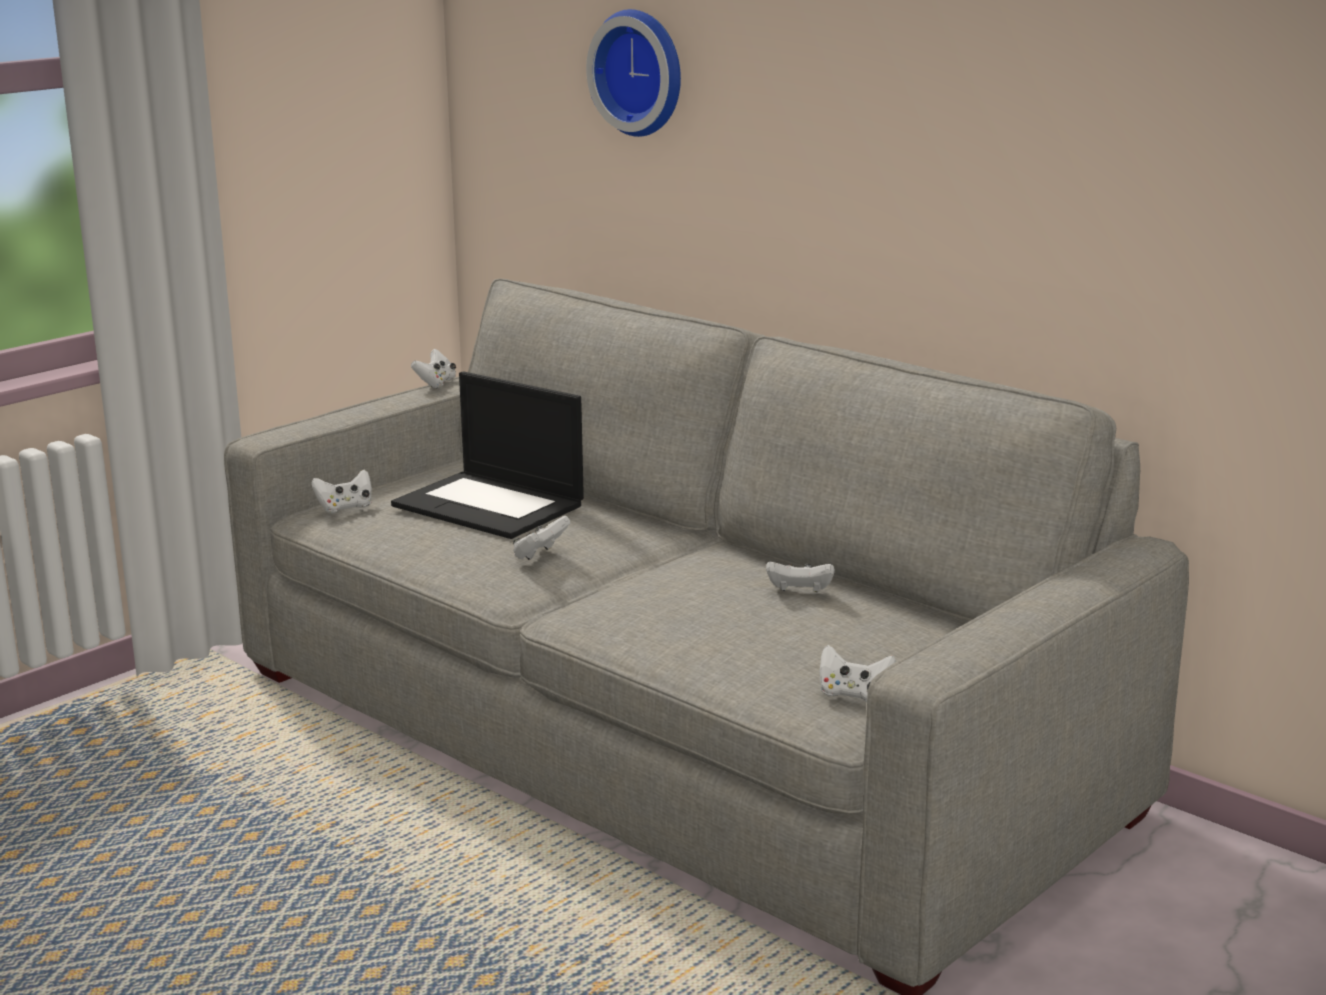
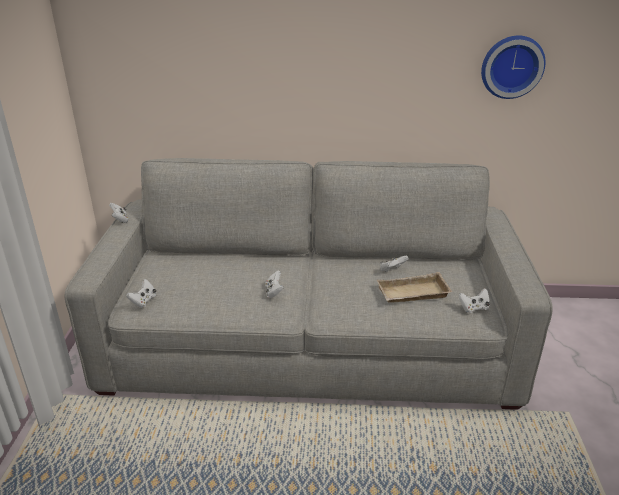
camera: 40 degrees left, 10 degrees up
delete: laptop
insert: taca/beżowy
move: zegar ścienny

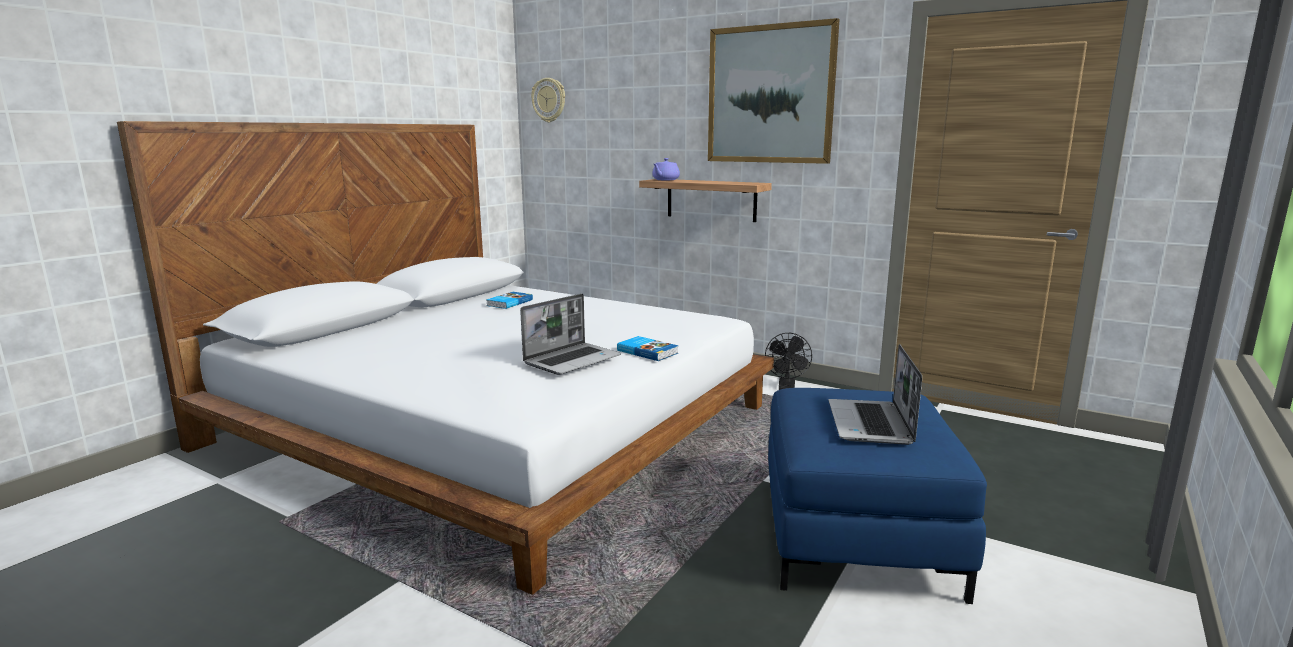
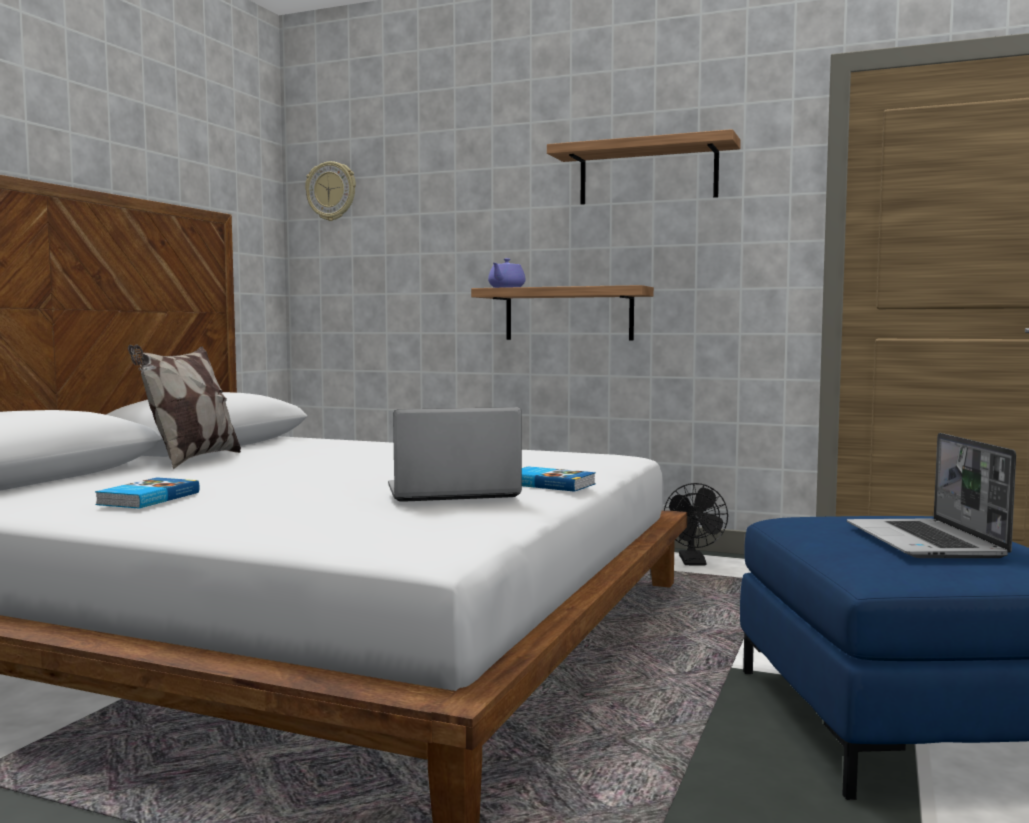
camera: 10 degrees left, 10 degrees down
insert: poduszka
move: książka (1st from left)
replace: obraz to półka (2nd from left)
rotate: laptop (1st from left) 135 degrees counterclockwise

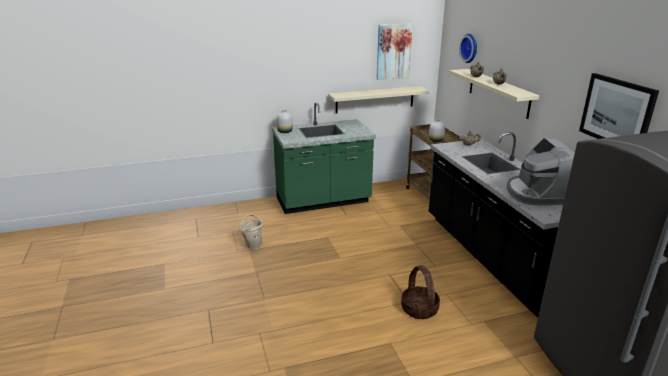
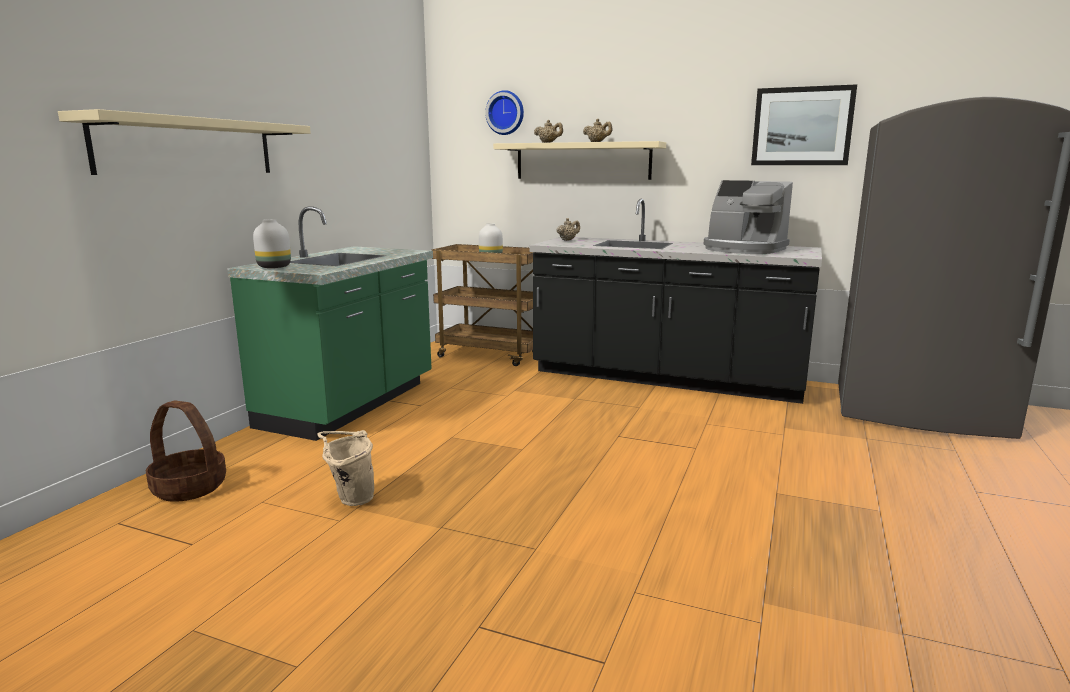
camera: 50 degrees left, 10 degrees down
delete: obraz (1st from left)
move: półka/beżowy (1st from left); koszyk

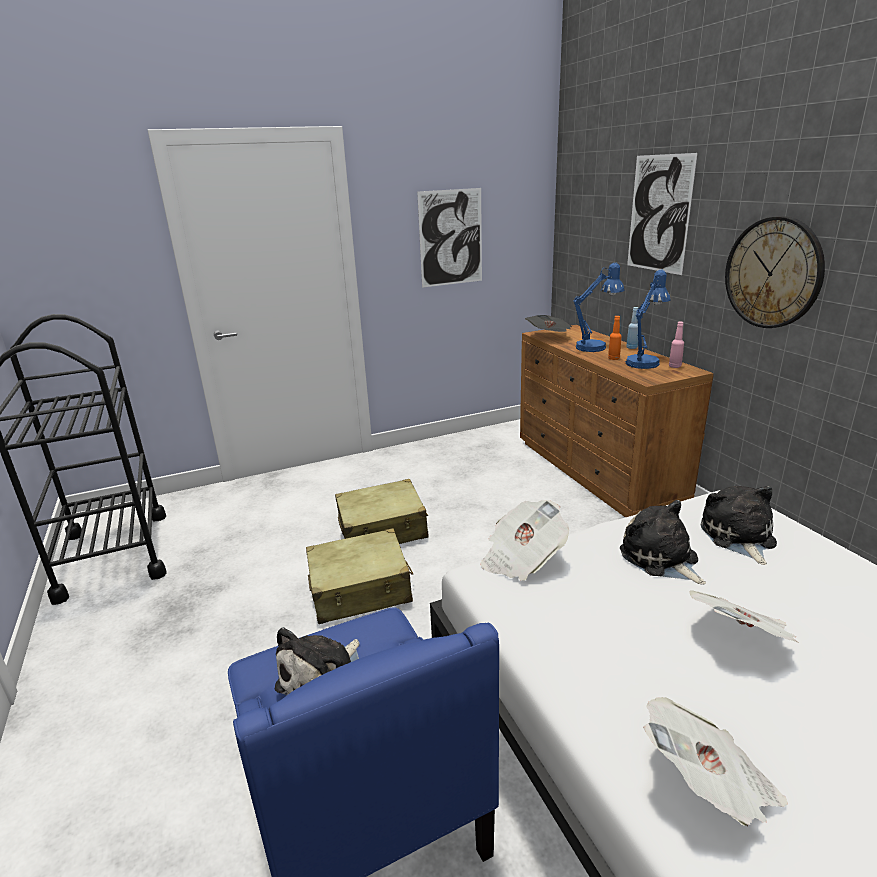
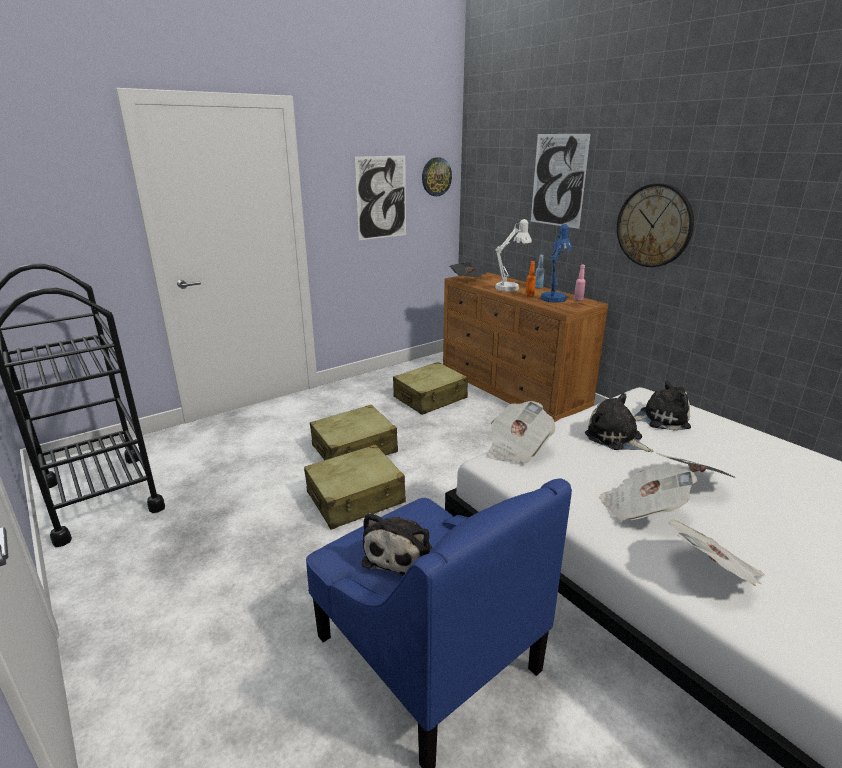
camera: 15 degrees left, 0 degrees up
insert: walizka/beżowy (3rd from left); zegar ścienny (1st from left); gazeta (3rd from left)
recolor: lampa stołowa/niebieski (1st from left) to lampa stołowa/biały
rotate: pluszak (3rd from left) 105 degrees clockwise

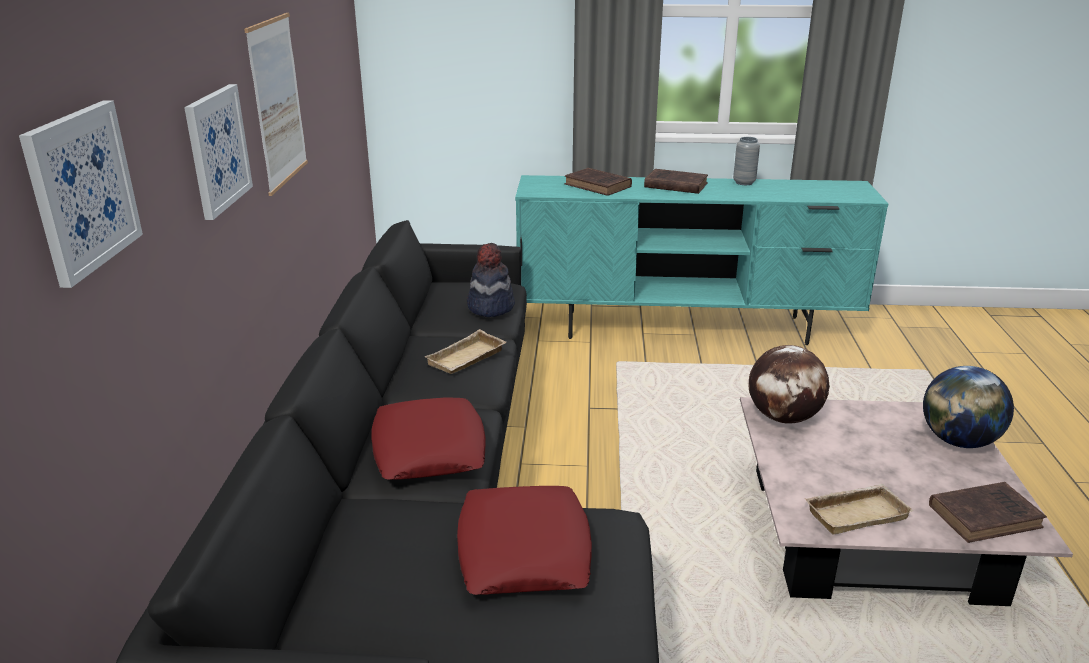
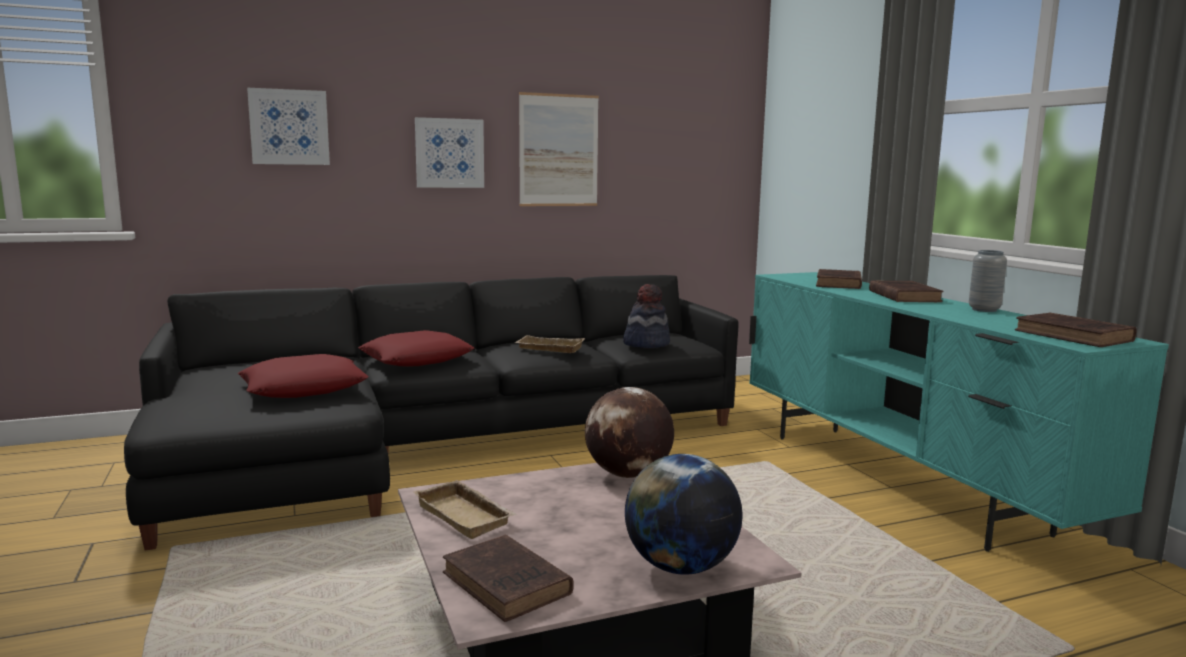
camera: 65 degrees right, 15 degrees down
insert: książka/brązowy (4th from left)

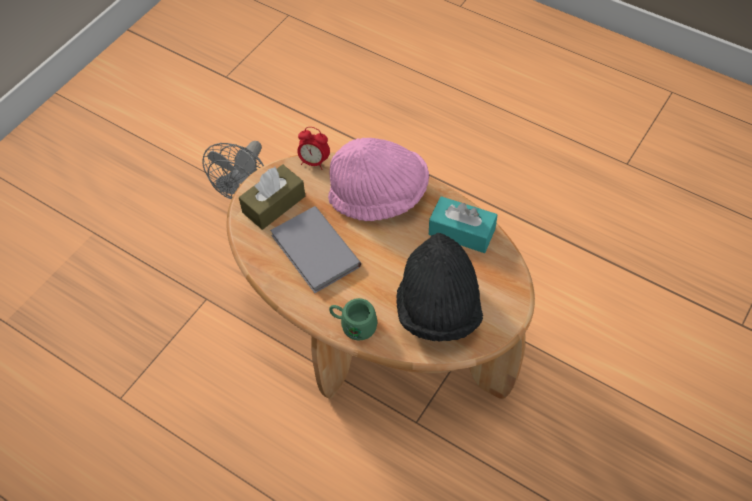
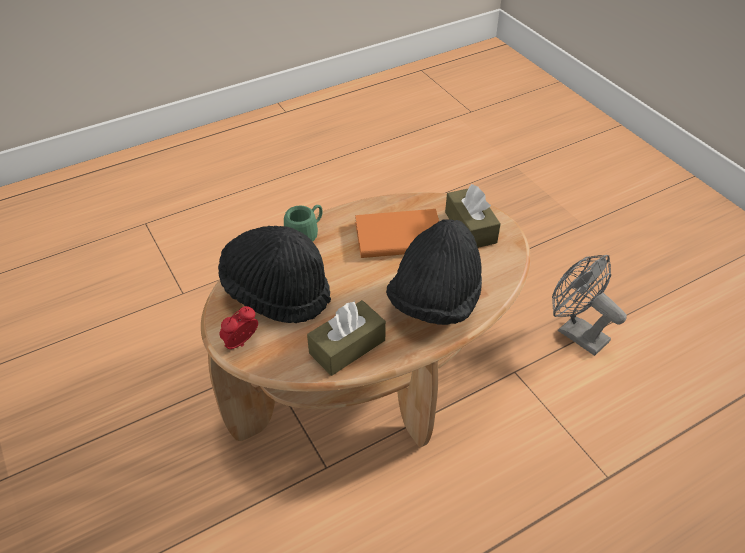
camera: 115 degrees right, 10 degrees down
move: budzik
recolor: książka/szary to książka/pomarańczowy; kapelusz/różowy to kapelusz/czarny (2nd from left); pudełko chusteczek/turkusowy to pudełko chusteczek/brązowy (1st from left)

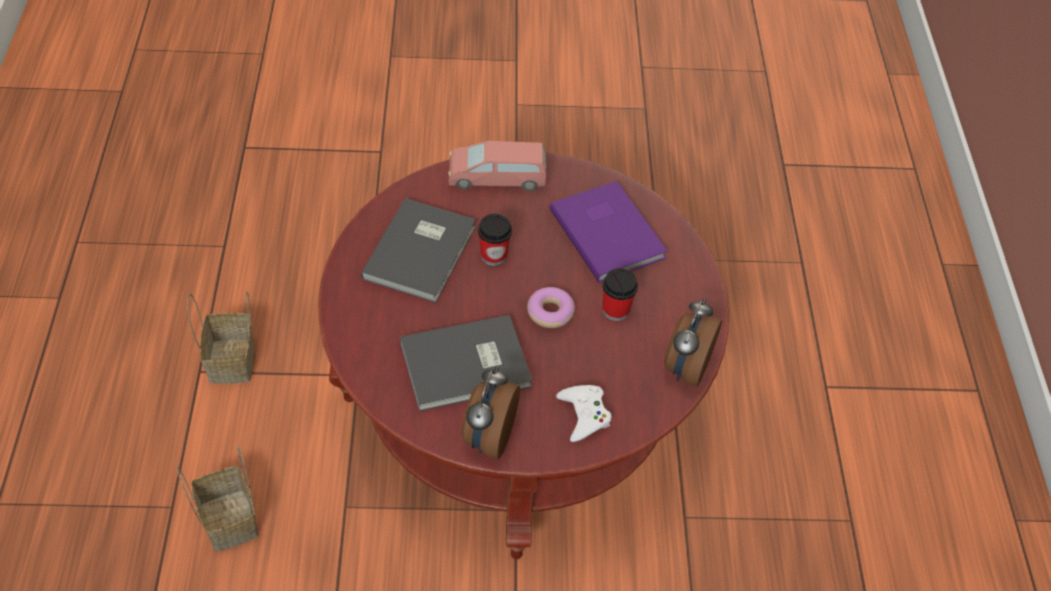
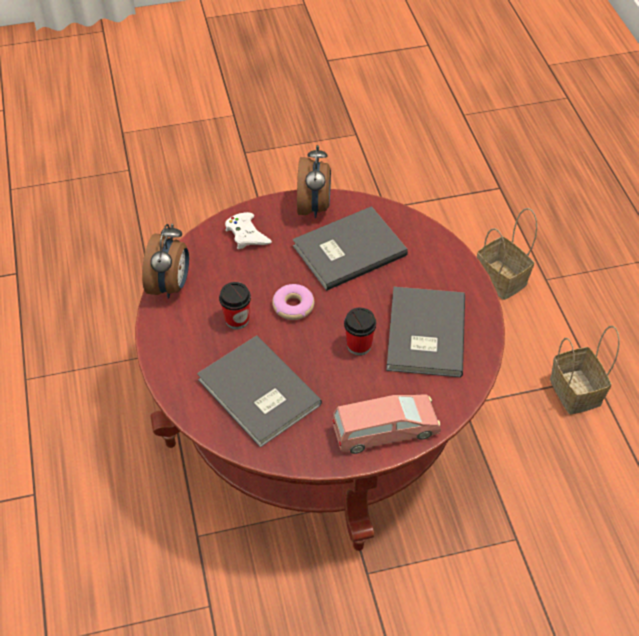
camera: 170 degrees right, 0 degrees up
recolor: książka/fioletowy to książka/szary (1st from left)

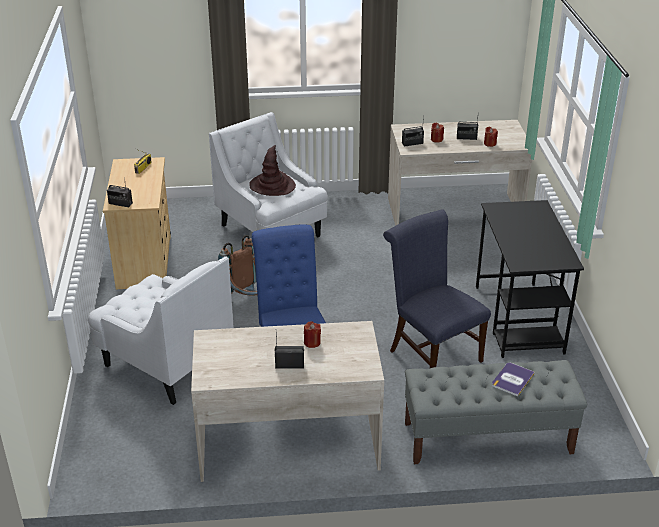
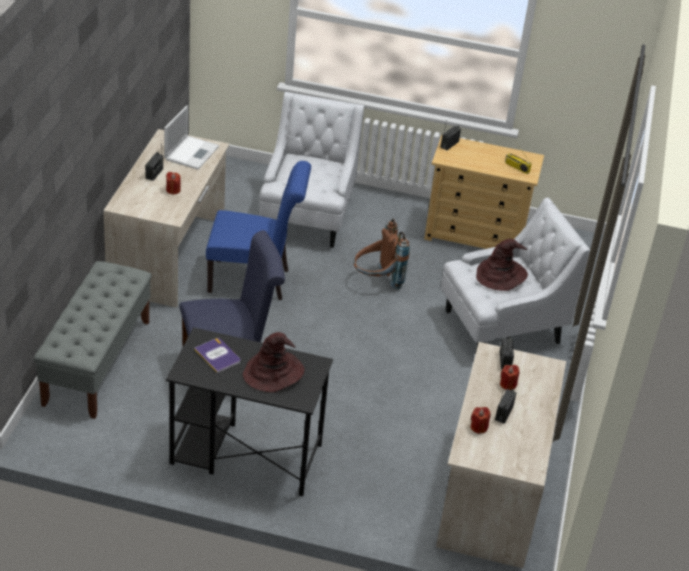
camera: 105 degrees right, 5 degrees up
insert: laptop; kapelusz/brązowy (1st from left)
move: książka
rotate: fotel/biały (1st from left) 135 degrees clockwise

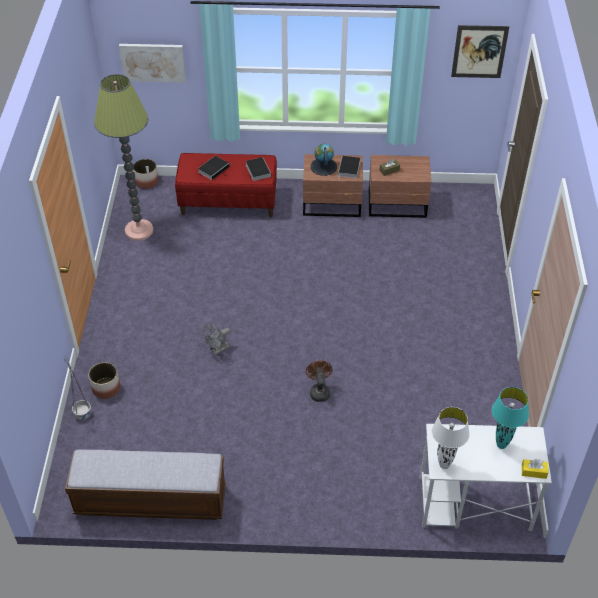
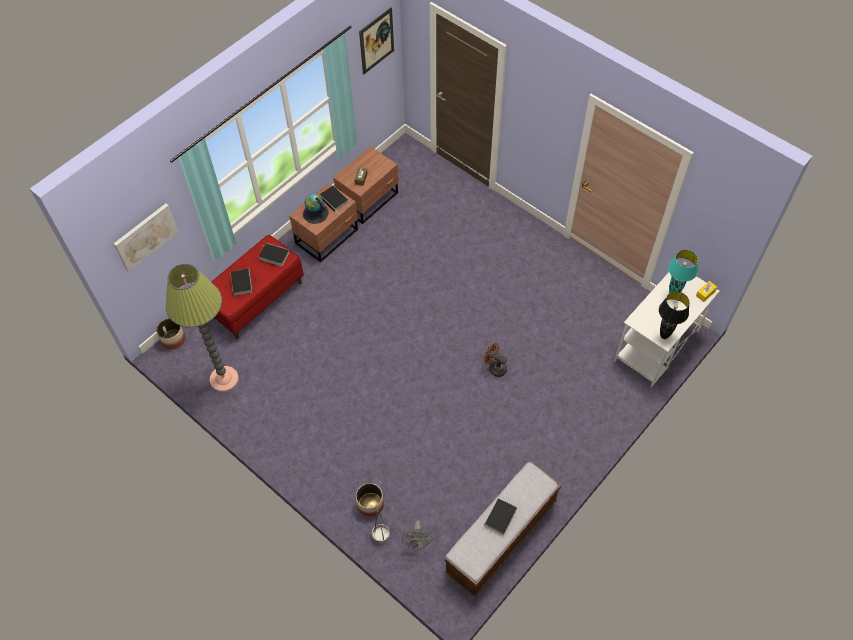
camera: 50 degrees left, 10 degrees up
insert: książka (4th from left)
move: wentylator/szary
recolor: lampa stołowa/biały to lampa stołowa/czarny

